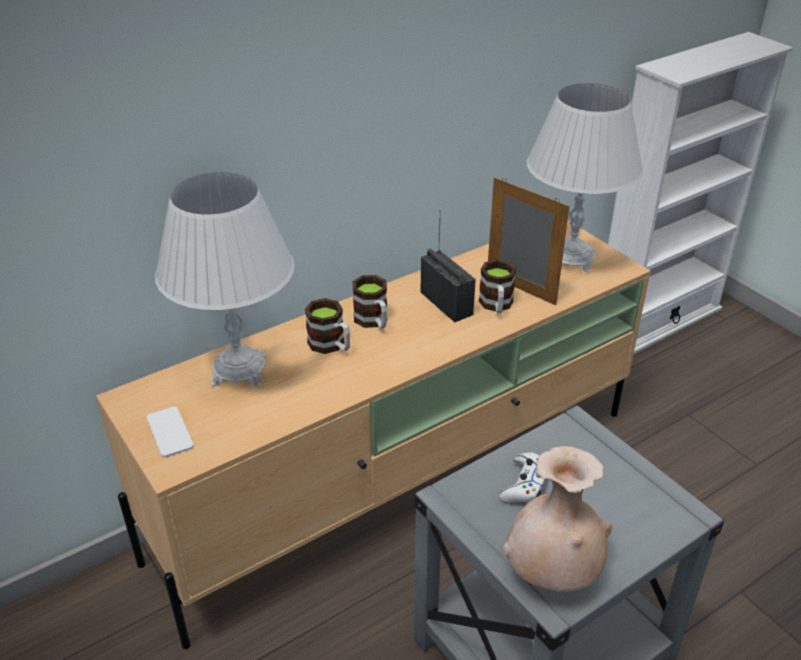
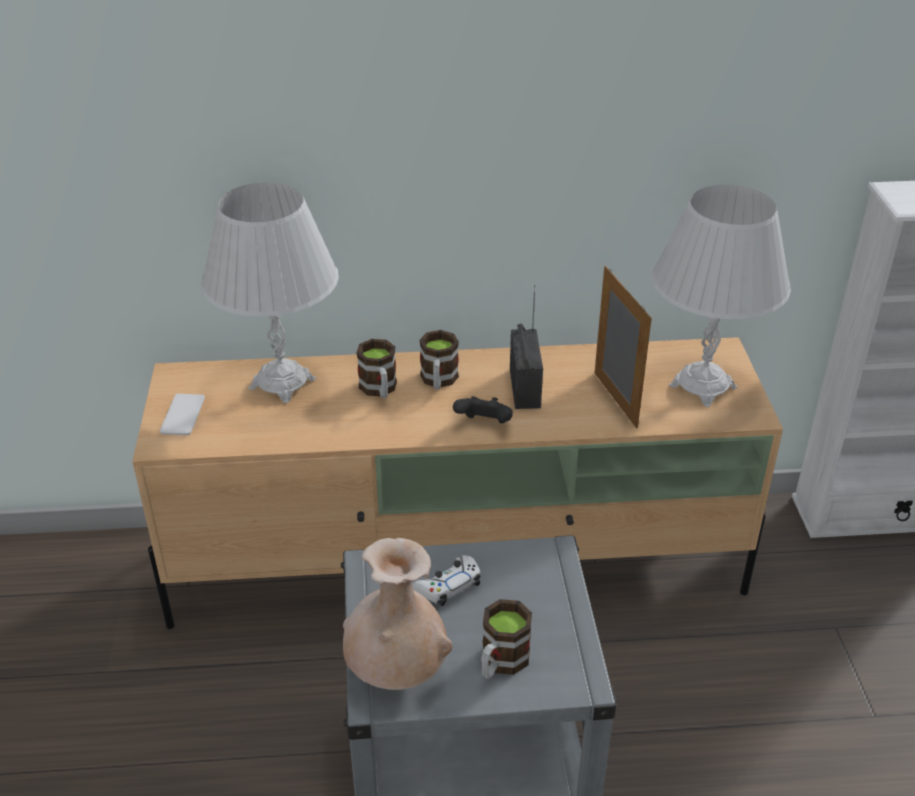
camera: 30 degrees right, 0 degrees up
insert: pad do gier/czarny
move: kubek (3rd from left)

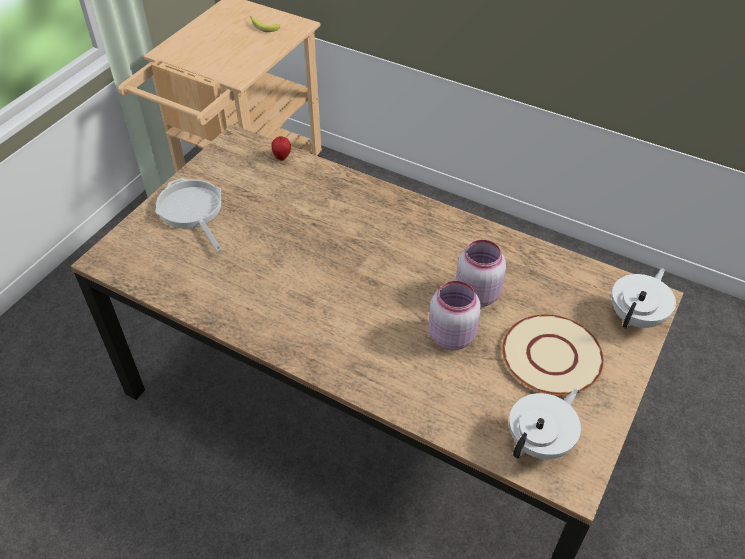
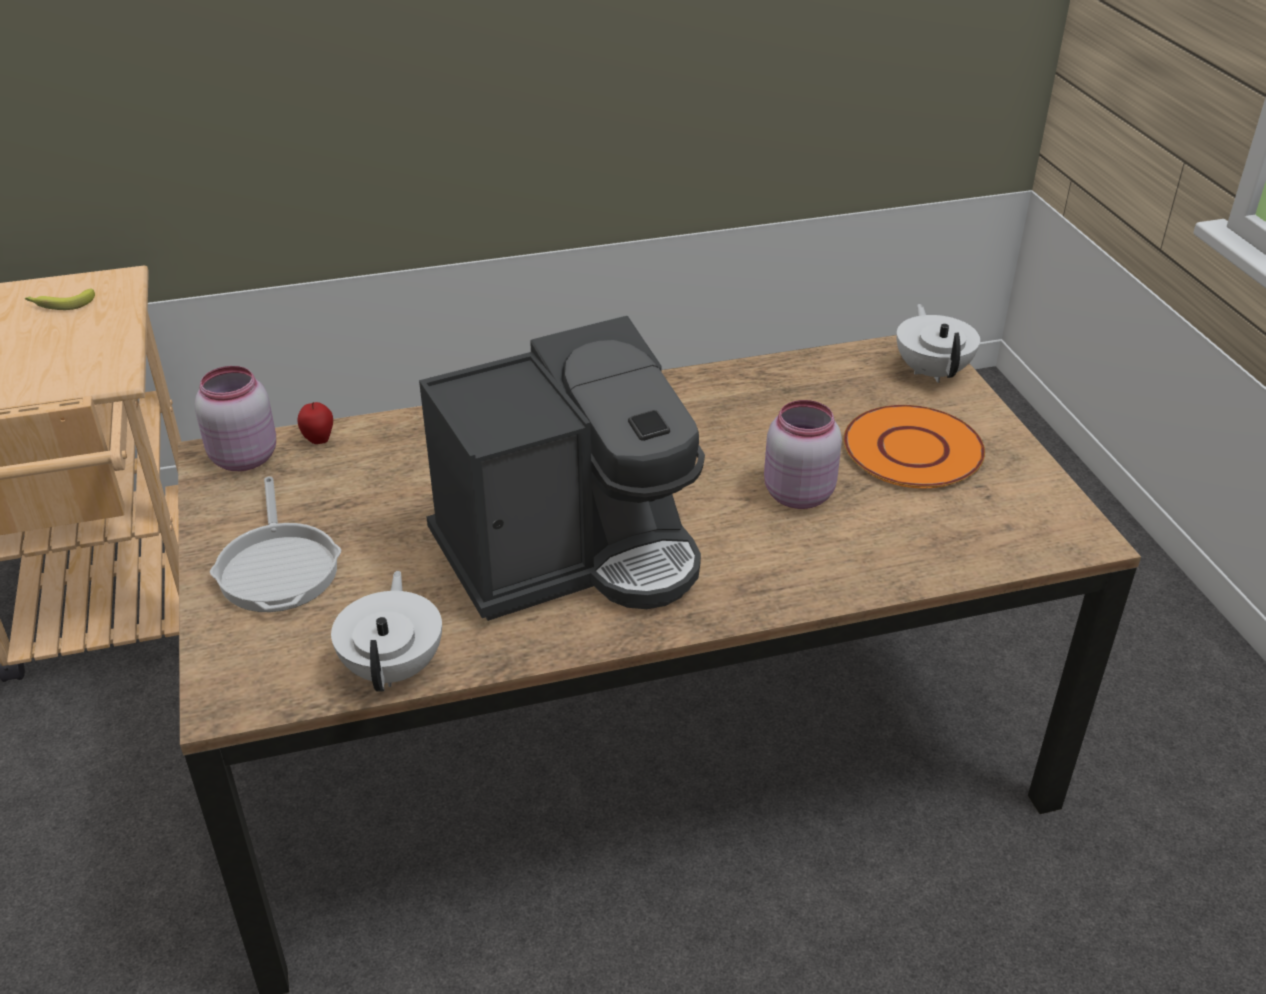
camera: 45 degrees left, 10 degrees down
insert: ekspres do kawy
move: słoik/różowy (2nd from left in the first image) to słoik/różowy (1st from left); imbryk/biały (1st from left)
recolor: talerz/beżowy to talerz/pomarańczowy
rotate: patelnia 120 degrees counterclockwise

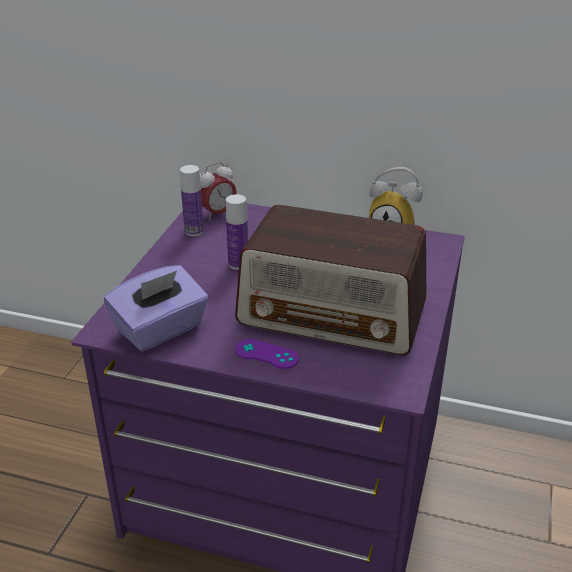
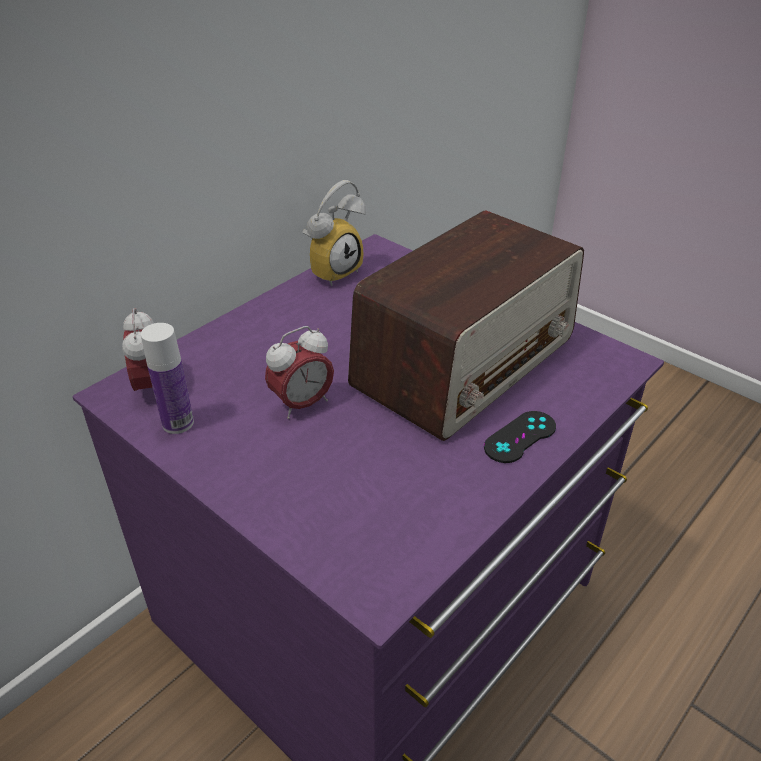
camera: 65 degrees left, 5 degrees up
delete: pudełko chusteczek/fioletowy
replace: butelka (2nd from left) to budzik (2nd from left)
recolor: pad do gier/fioletowy to pad do gier/czarny

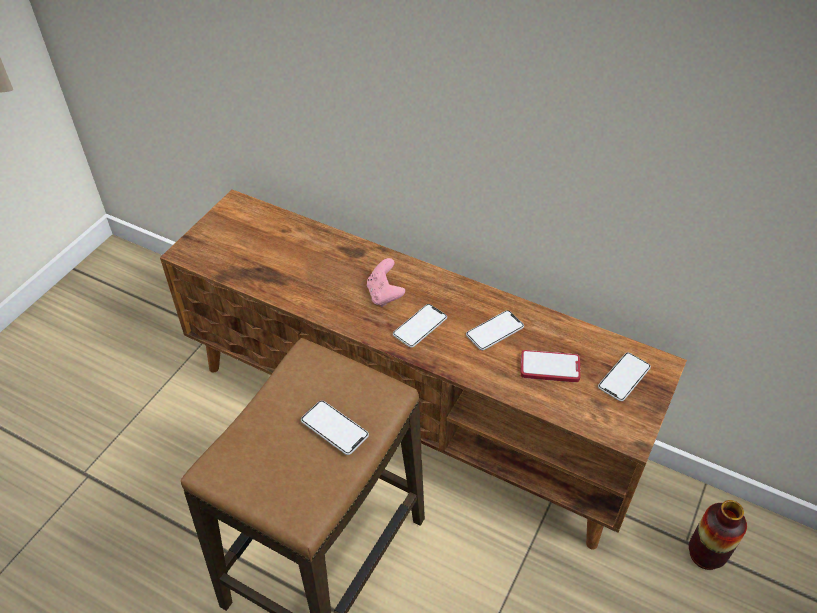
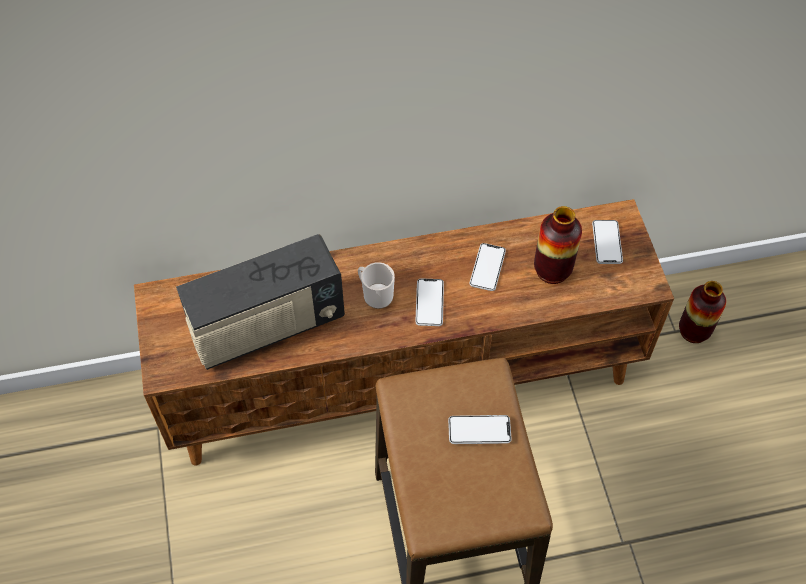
camera: 40 degrees left, 10 degrees up
insert: radio
replace: pad do gier/różowy to kubek; telefon (4th from left) to wazon (1st from left)

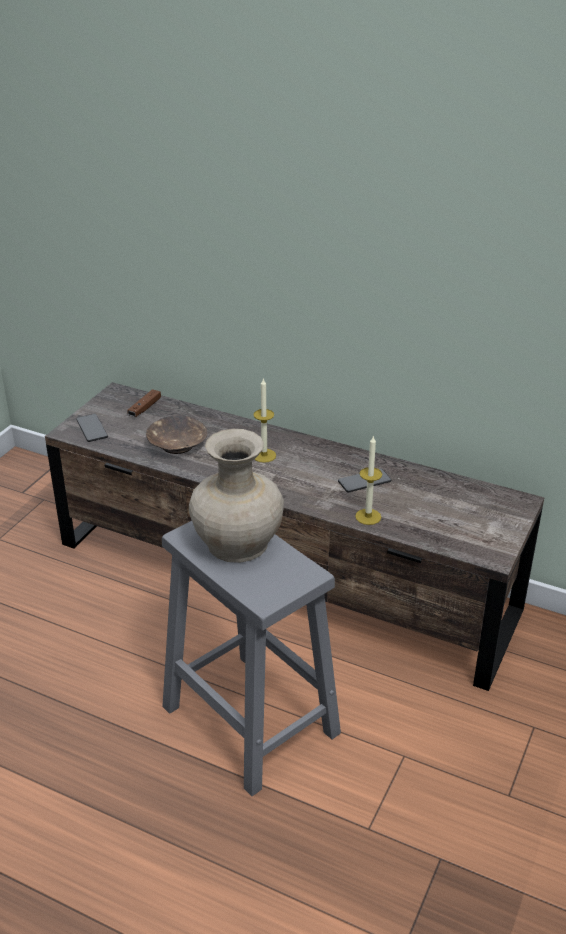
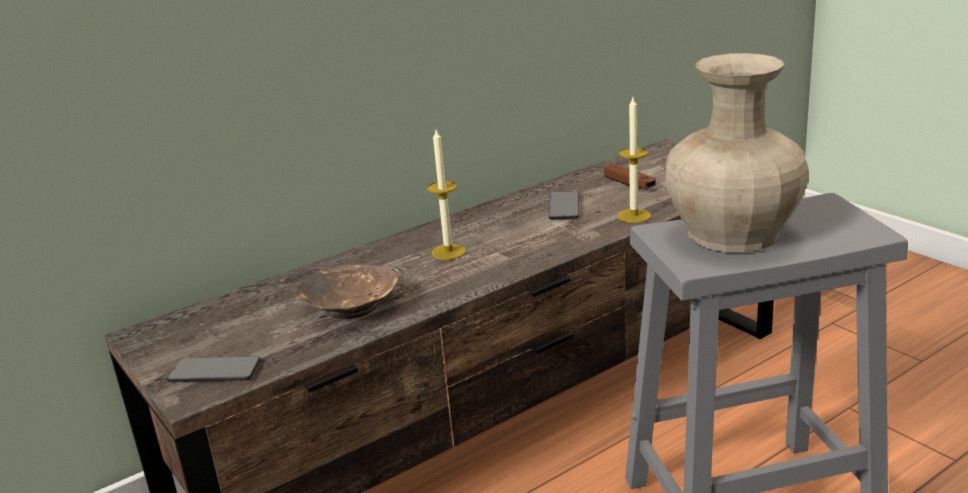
camera: 60 degrees left, 10 degrees down
move: pad do gier/brązowy

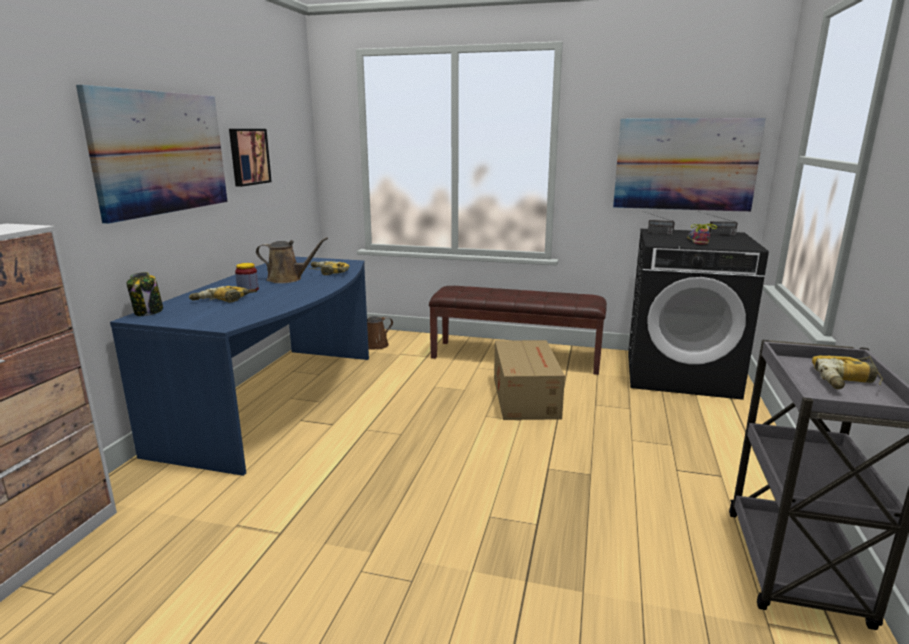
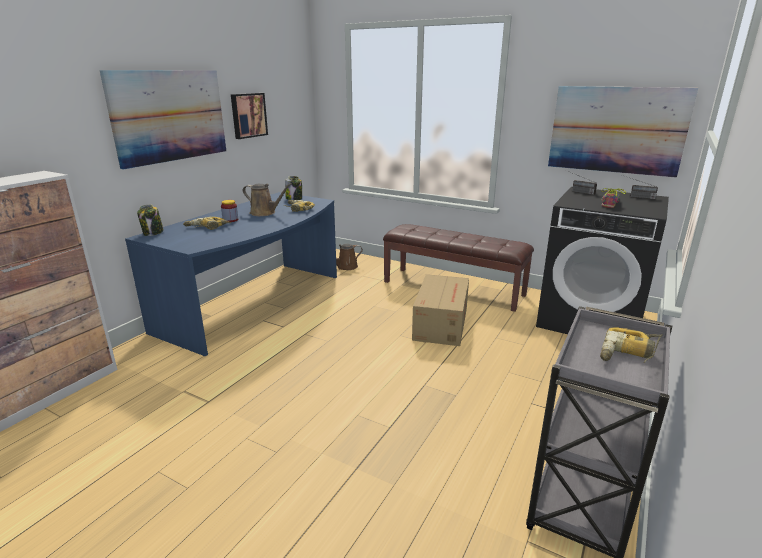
camera: 15 degrees right, 5 degrees up
insert: słoik (3rd from left)

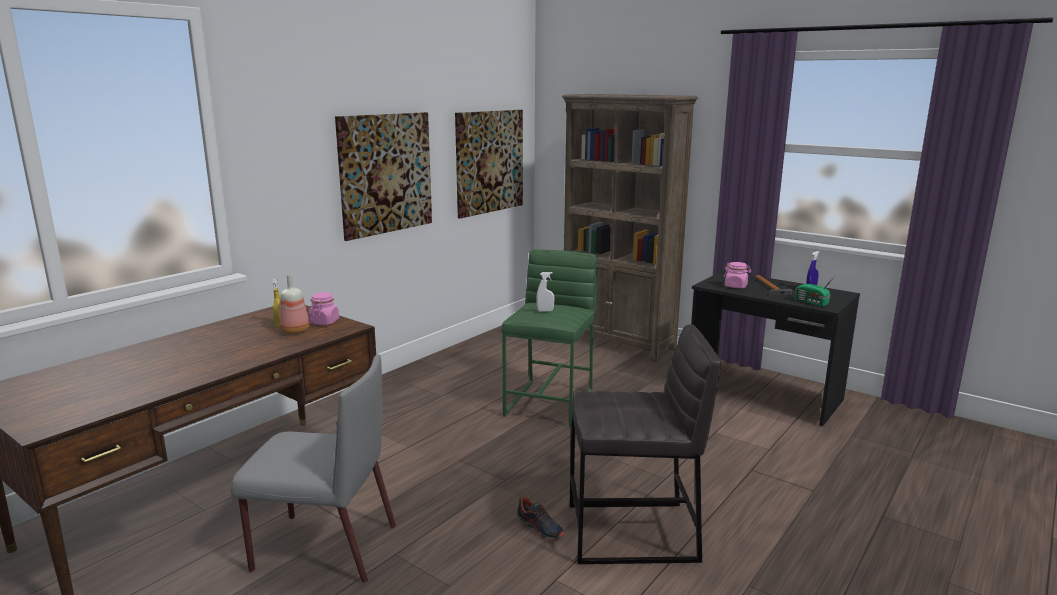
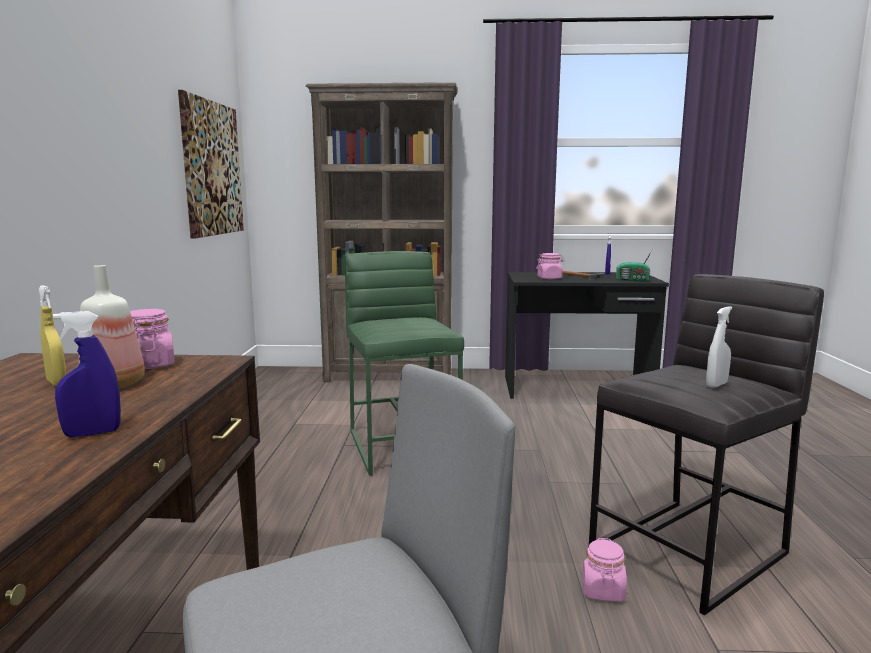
camera: 35 degrees left, 5 degrees down
delete: obraz (1st from left)
insert: spryskiwacz/niebieski (1st from left)
move: spryskiwacz/biały
replace: but to słoik/różowy (3rd from left)

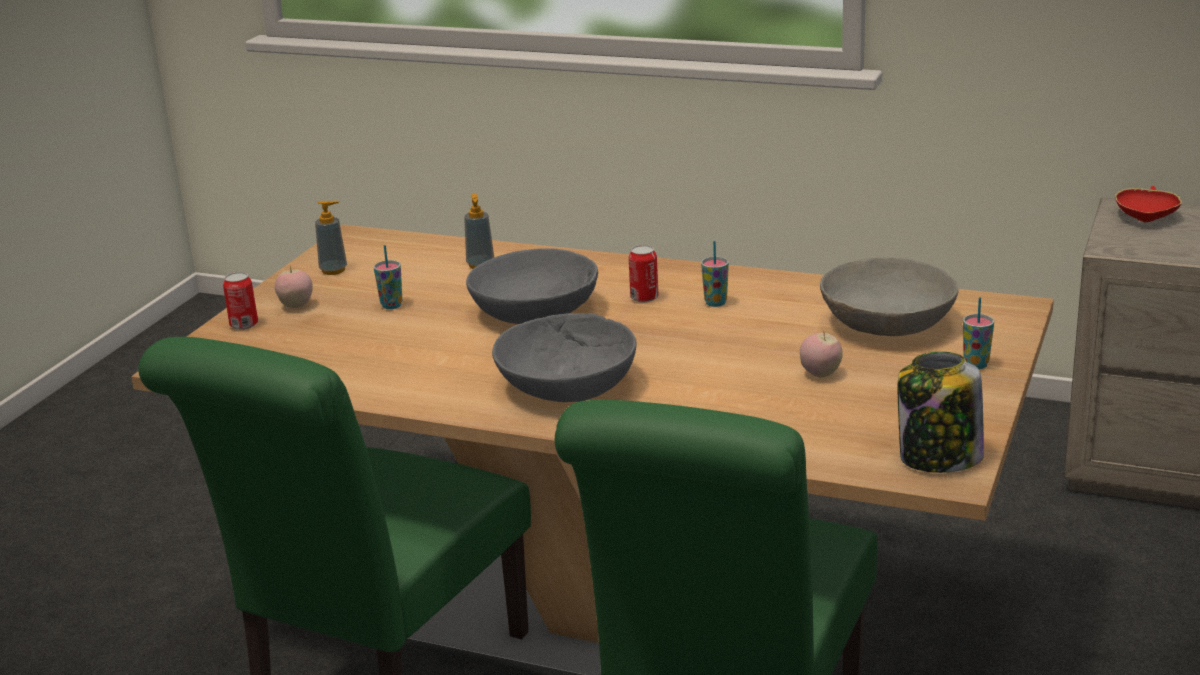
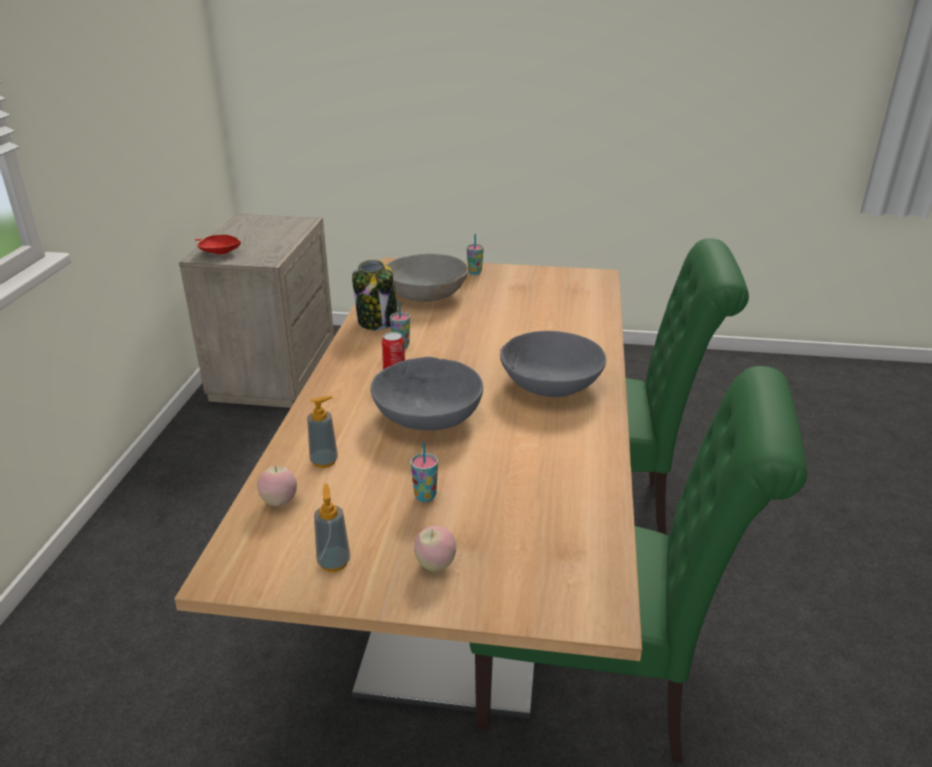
camera: 105 degrees left, 5 degrees up
delete: puszka (1st from left)
move: jabłko (2nd from left in the first image) to jabłko (1st from left); słoik

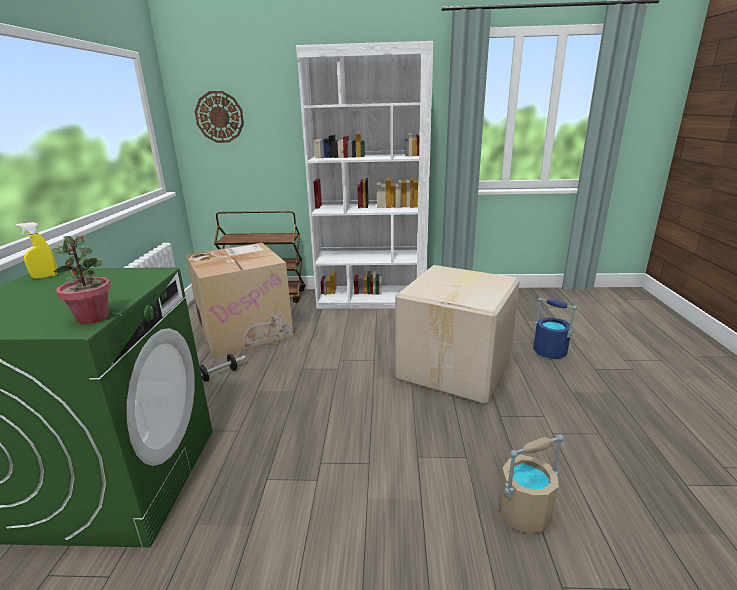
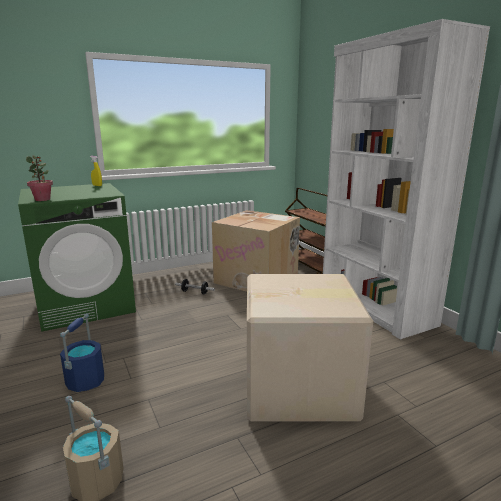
camera: 60 degrees right, 5 degrees down
delete: zegar ścienny
move: wiadro/niebieski

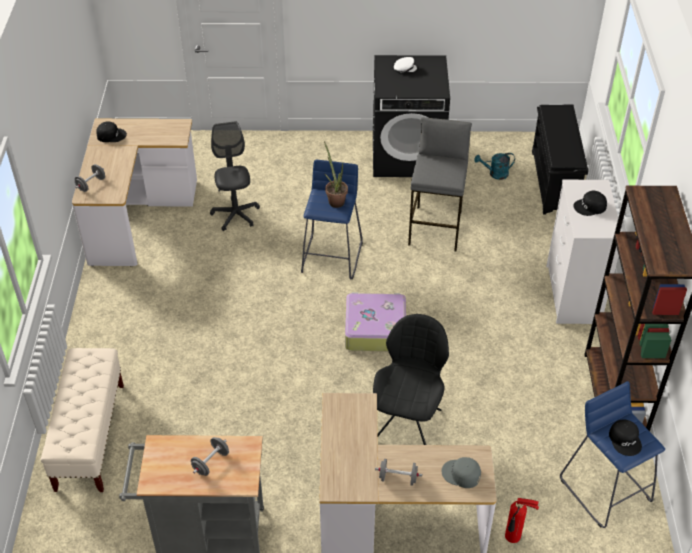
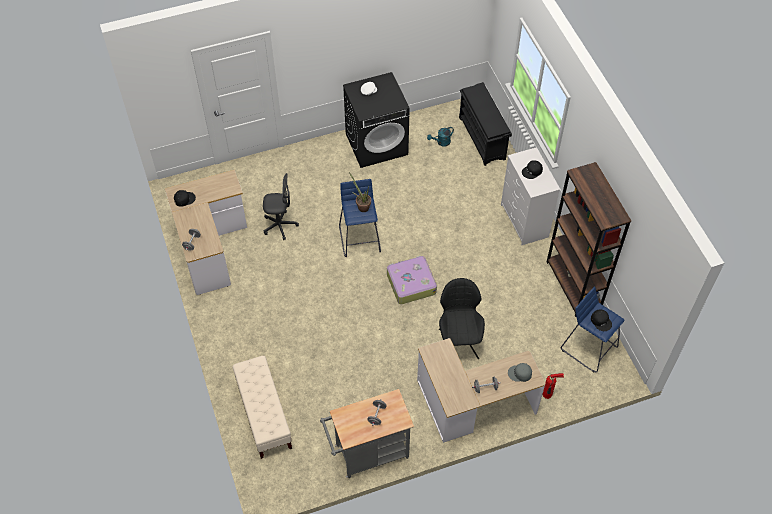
camera: 20 degrees left, 10 degrees up
delete: stołek/szary
rotate: krzesło biurowe/szary 120 degrees clockwise

